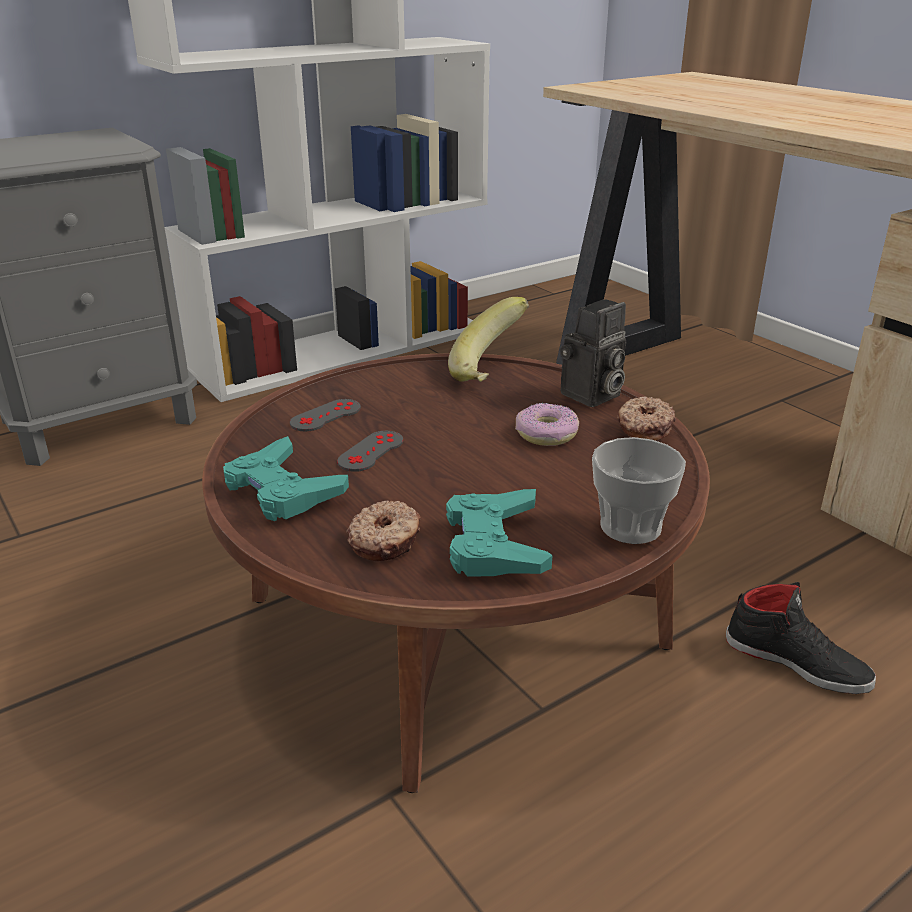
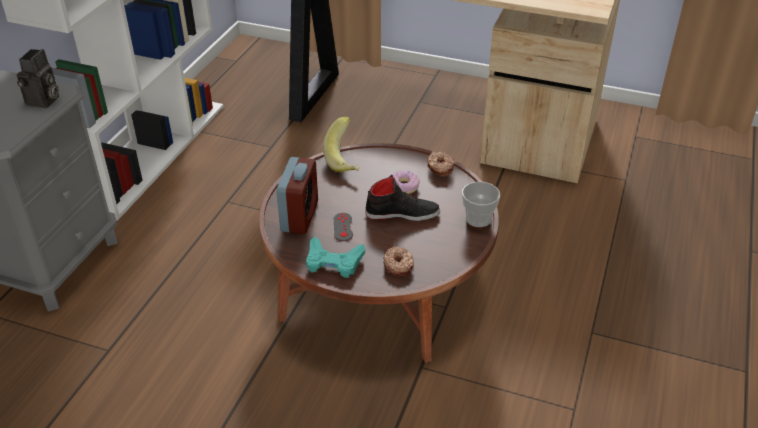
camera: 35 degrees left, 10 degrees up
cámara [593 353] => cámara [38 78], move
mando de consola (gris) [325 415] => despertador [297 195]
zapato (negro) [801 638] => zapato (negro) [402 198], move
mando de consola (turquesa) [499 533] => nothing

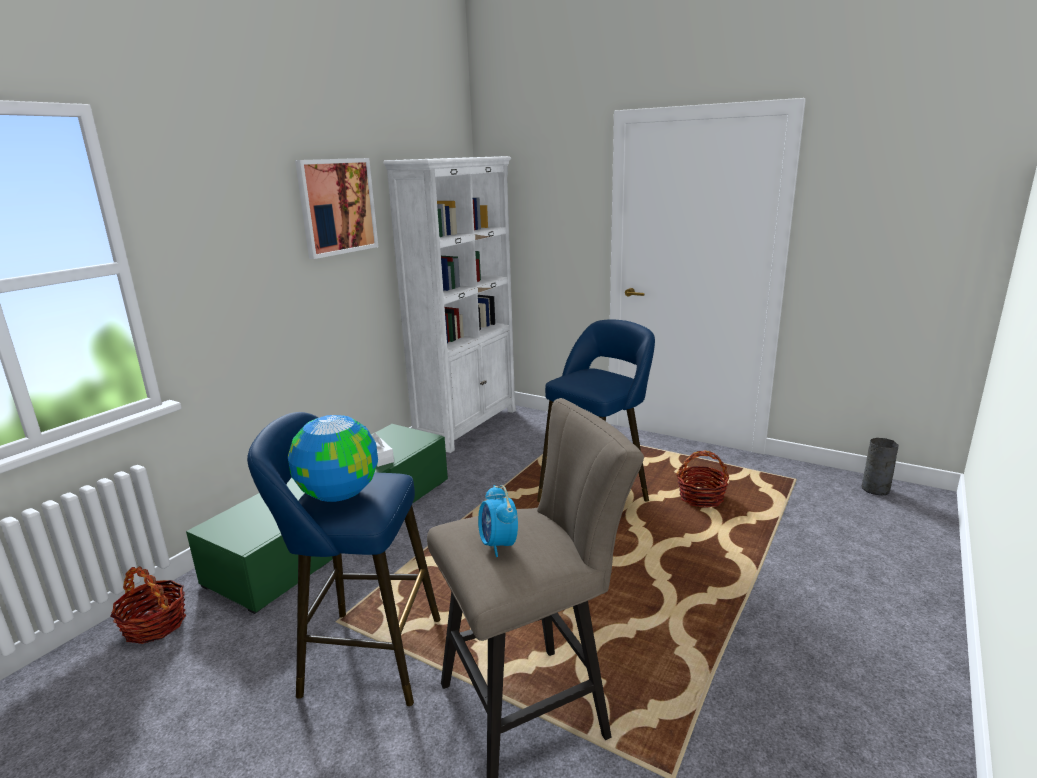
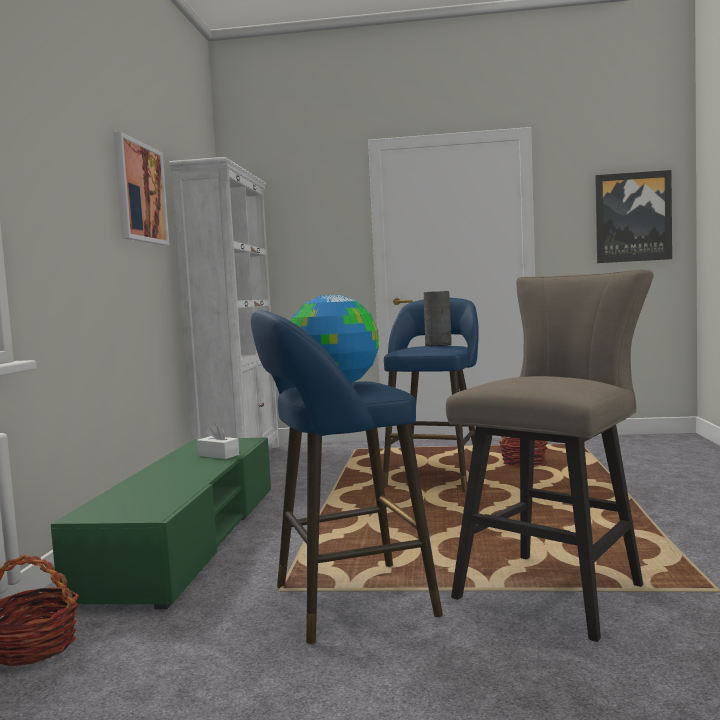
camera: 25 degrees left, 15 degrees down
florero (gris) [879 467] => florero (gris) [438 318], move
nothing => cuadro [633 216]
despertador [498 521] => nothing

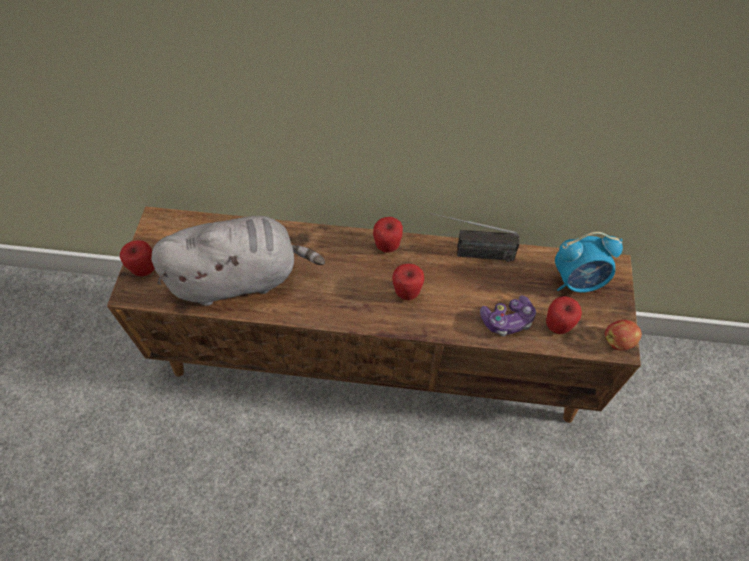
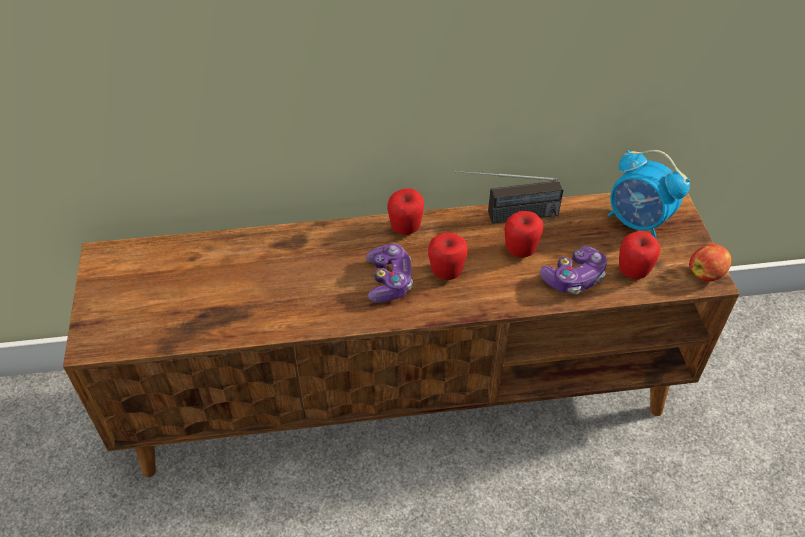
camera: 15 degrees left, 10 degrees down
nothing => mando de consola [389 273]
manzana [137 258] => manzana [523 234], move
despertador [589 262] => despertador [649 194], 60 degrees clockwise
peluche (gris) [238 261] => nothing

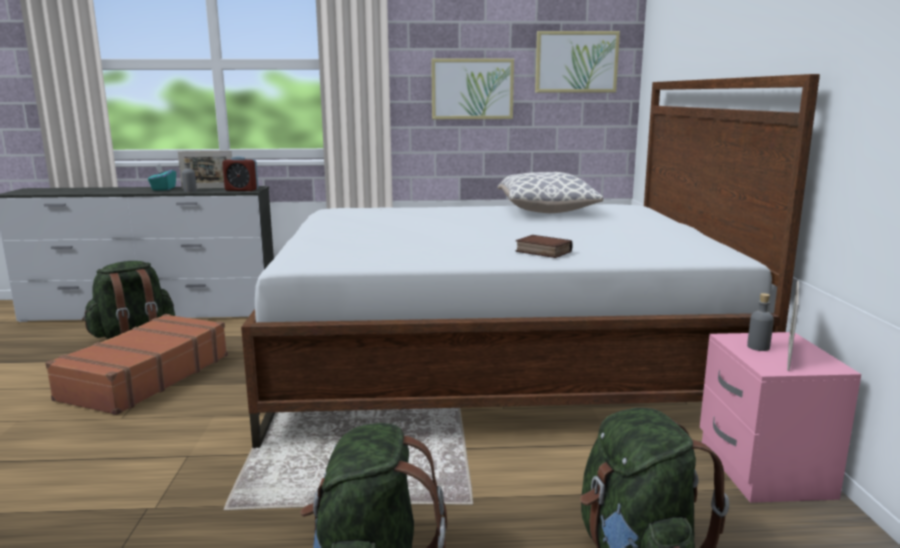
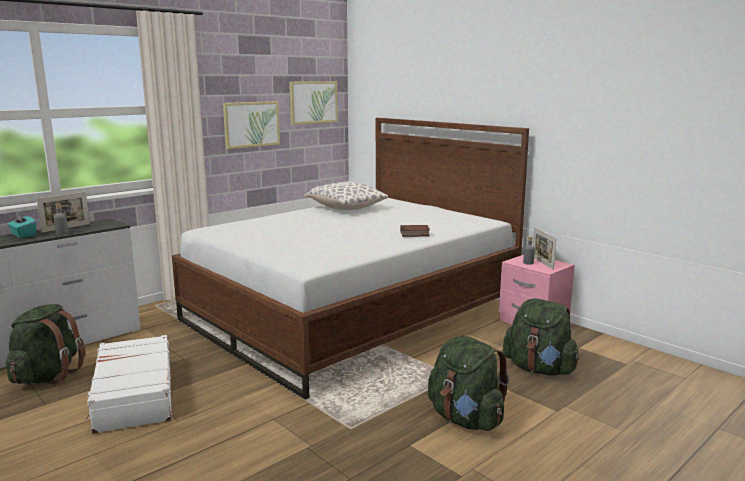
camera: 40 degrees left, 0 degrees up
maleta (marrón) [136 364] => maleta (blanco) [129 384]
despertador [240 173] => nothing

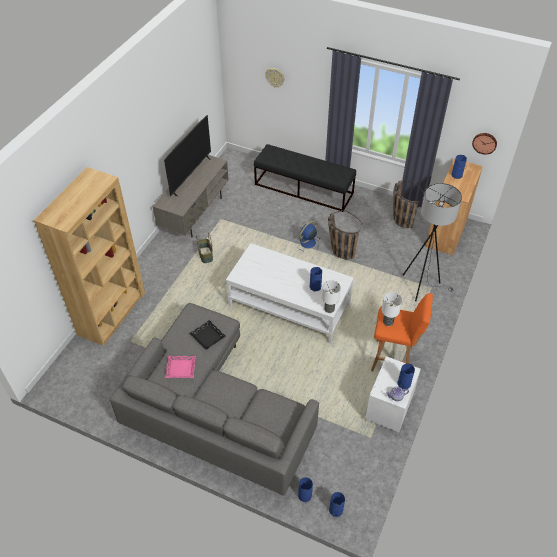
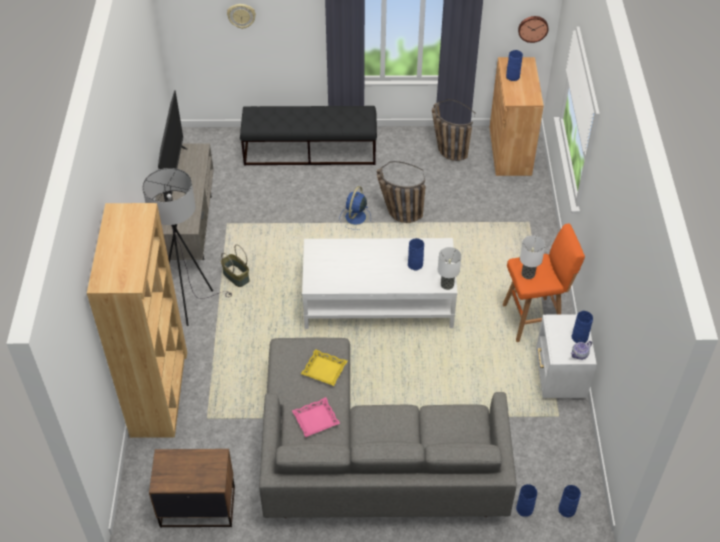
camera: 25 degrees left, 0 degrees up
lámpara de pie (gris) [432 242] => lámpara de pie (gris) [187 247], move
nothing => mesita de noche (marrón) [192 488]
bandeja (negro) [208 335] => bandeja (amarillo) [324 367]

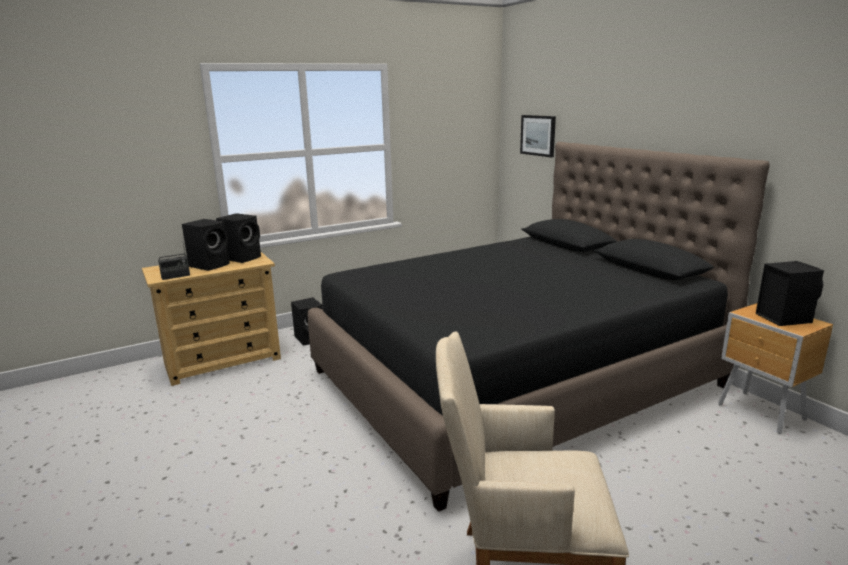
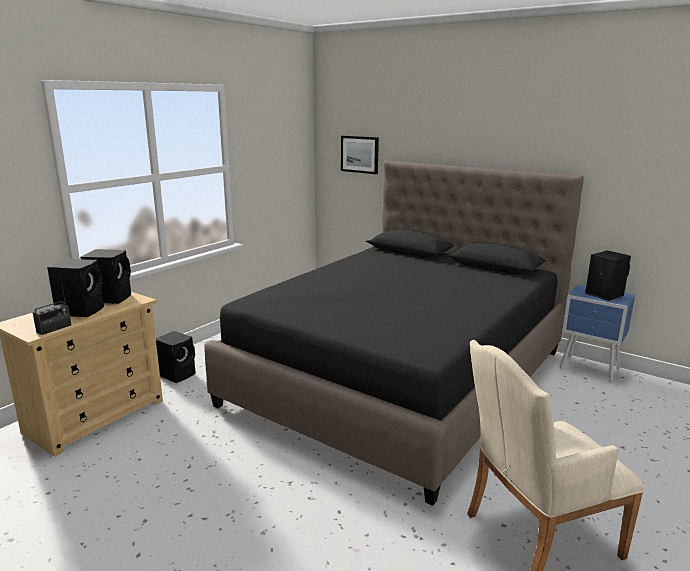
camera: 25 degrees left, 0 degrees up
mesita de noche (marrón) [775 368] => mesita de noche (azul) [597 333]

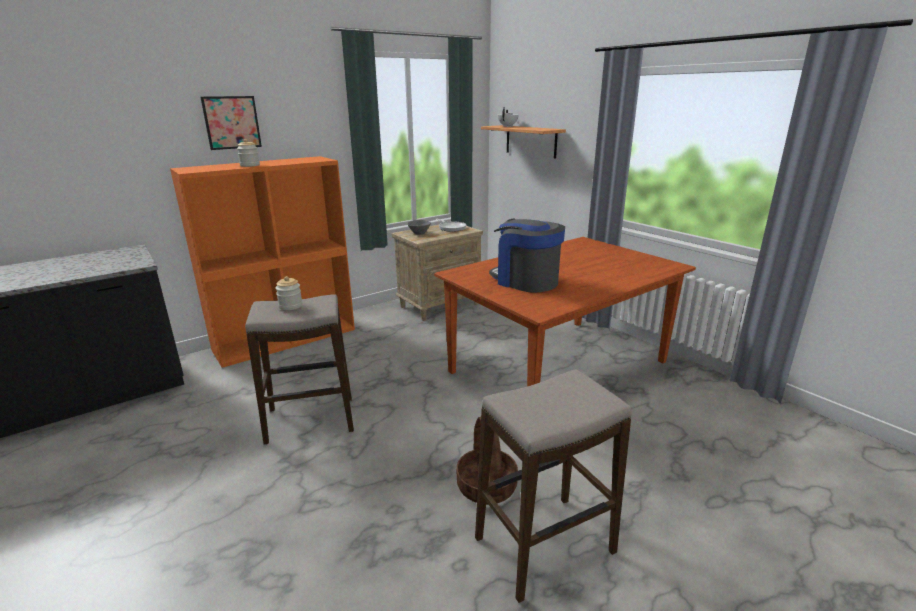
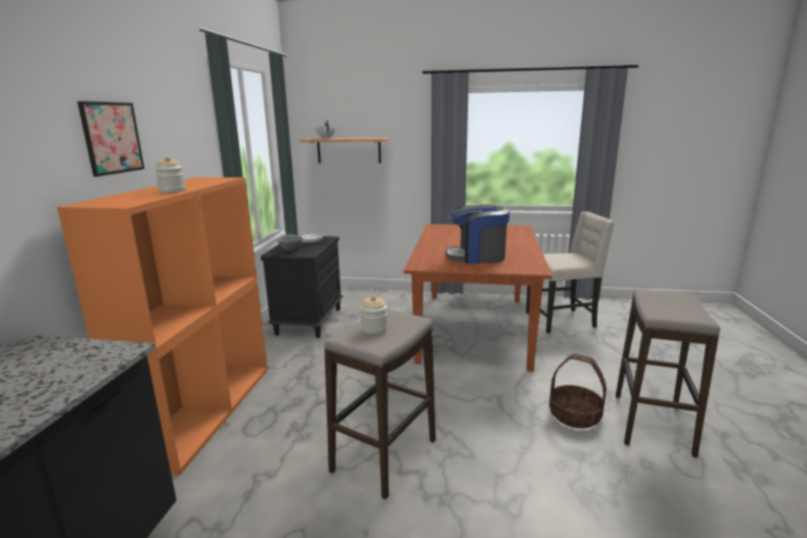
camera: 45 degrees left, 5 degrees down
mesita de noche (beis) [437 272] => mesita de noche (negro) [302 286]
nothing => silla (beis) [570 272]

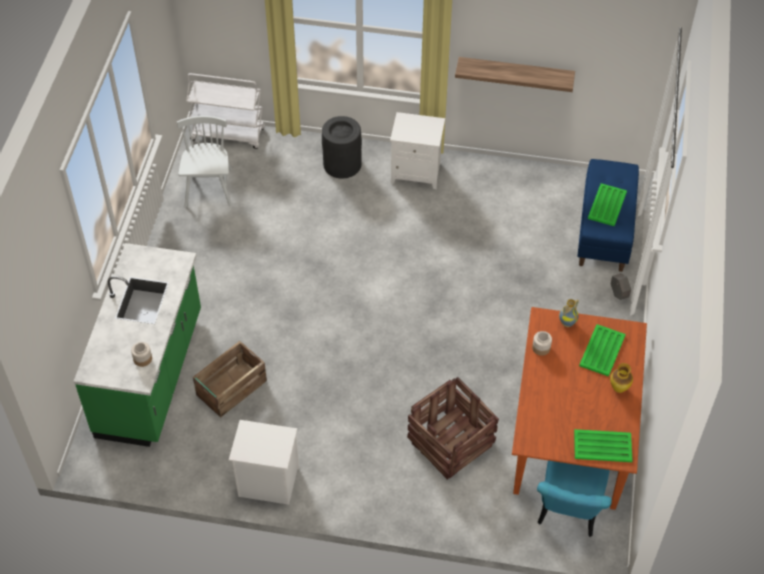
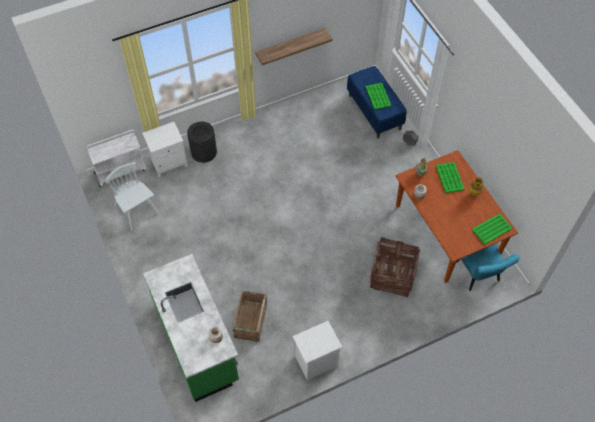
camera: 35 degrees left, 5 degrees up
mesita de noche (blanco) [417 150] => mesita de noche (blanco) [165 149], move

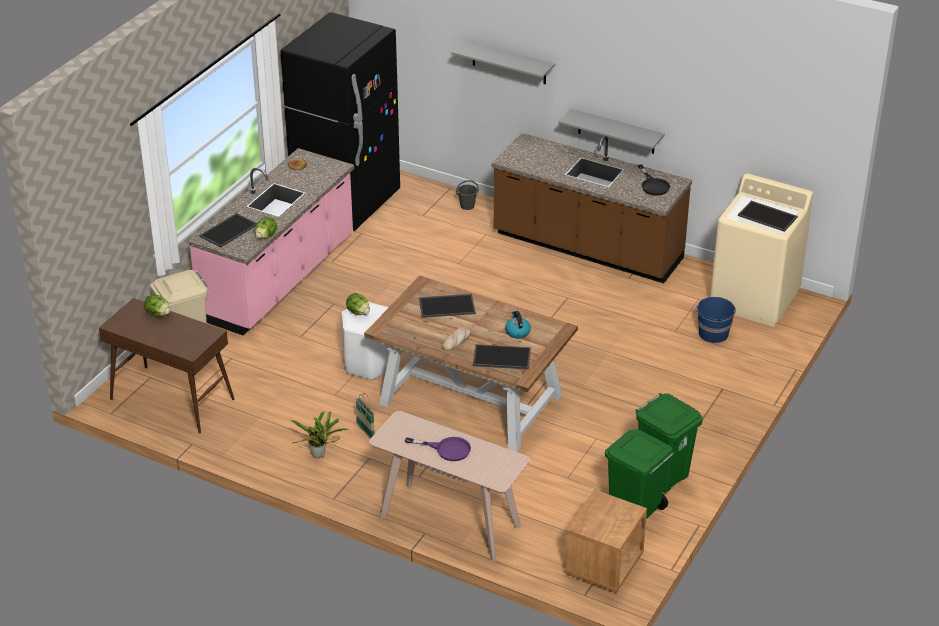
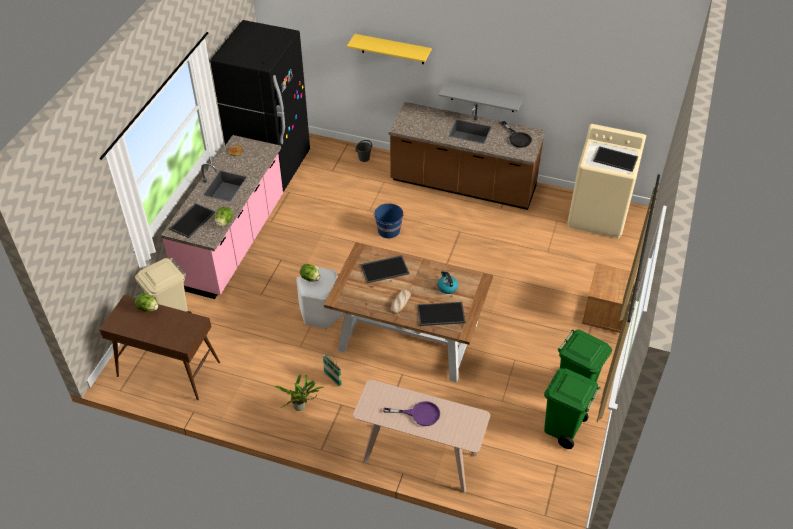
camera: 10 degrees left, 10 degrees up
estante (gris) [503 62] => estante (amarillo) [389 49]
cubo (azul) [716 320] => cubo (azul) [388 220], move
mesita de noche (marrón) [605 541] => mesita de noche (marrón) [609 298], move

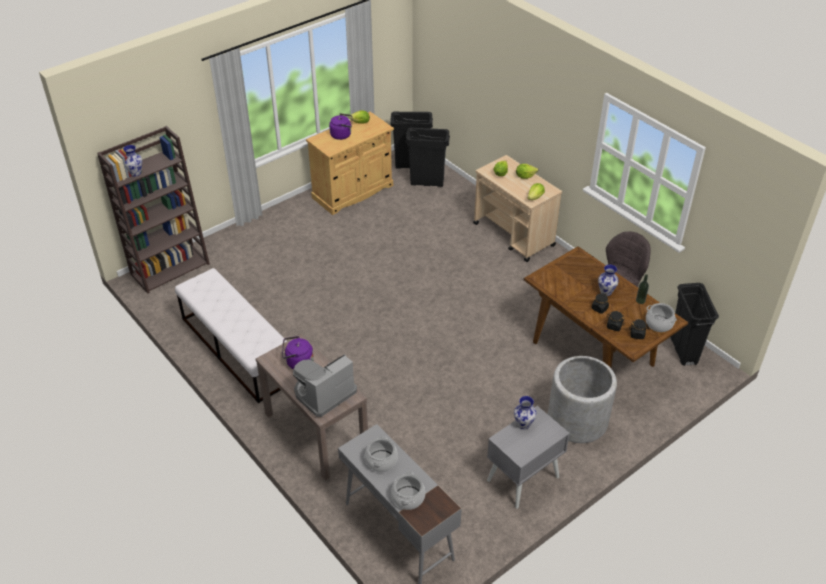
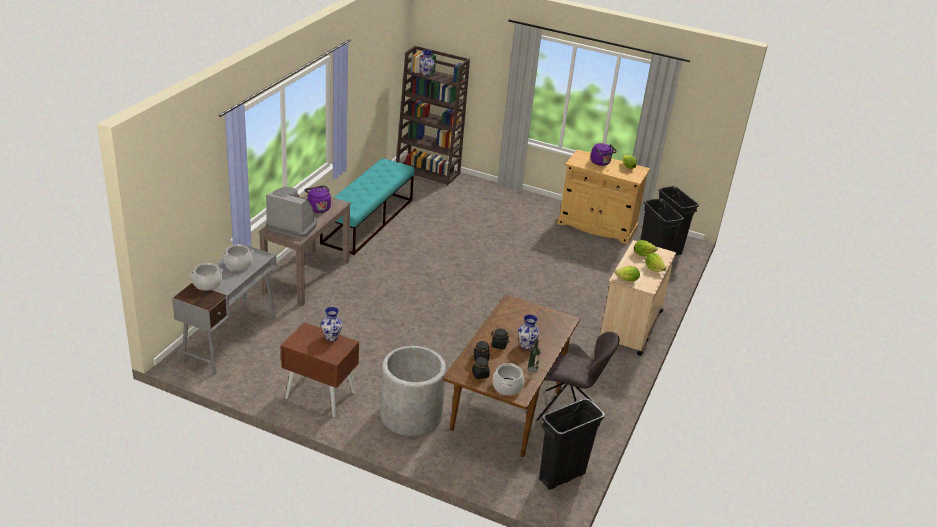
camera: 60 degrees right, 10 degrees down
mesita de noche (gris) [528 457] => mesita de noche (marrón) [320 369]
banco (blanco) [231 335] => banco (turquesa) [367 206]

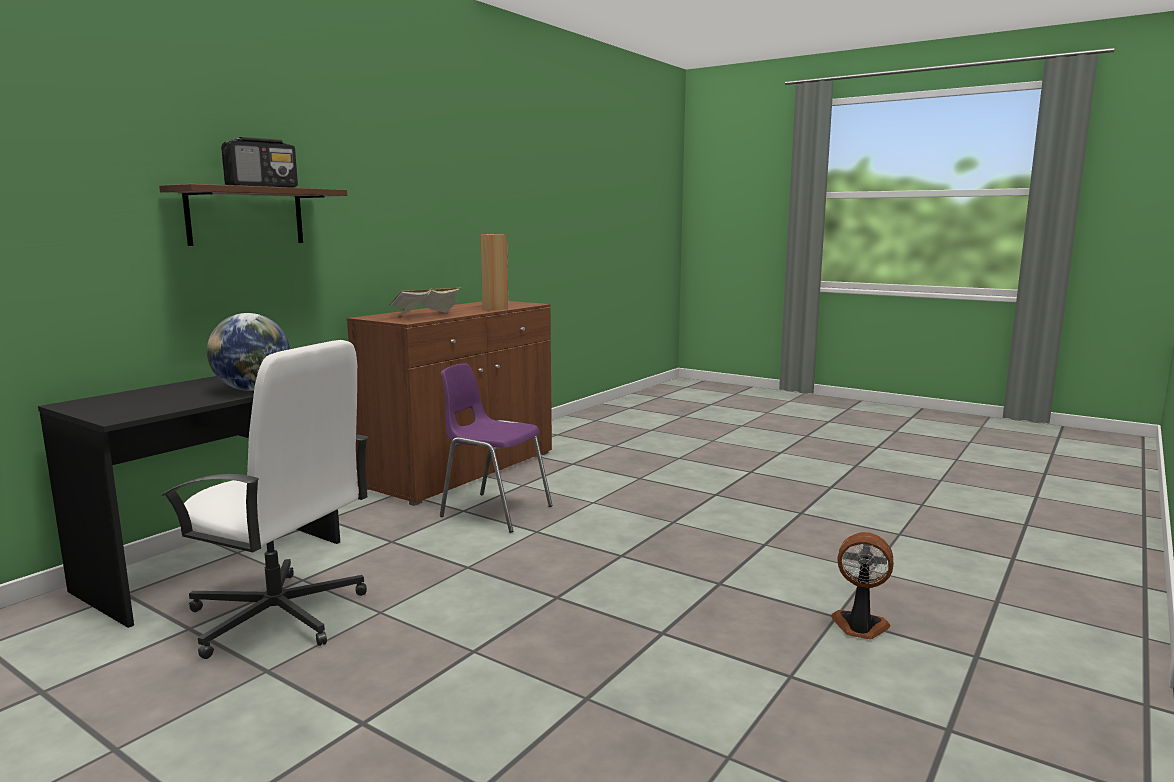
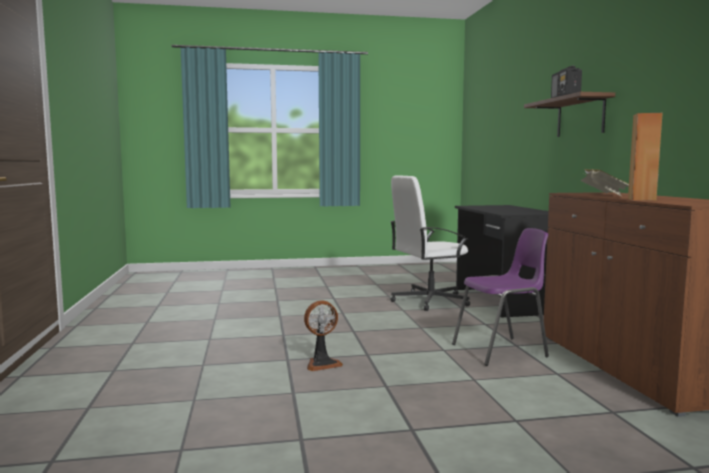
camera: 135 degrees right, 5 degrees down
ventilador [862 585] => ventilador [323 335], move
globo terráqueo [248 352] => nothing

